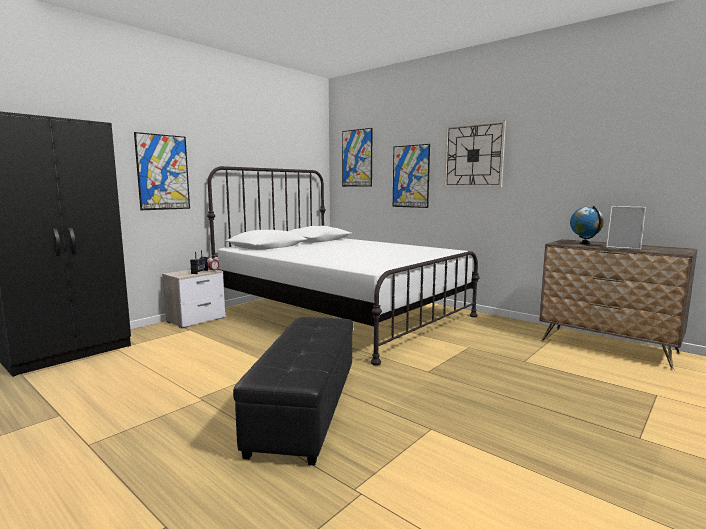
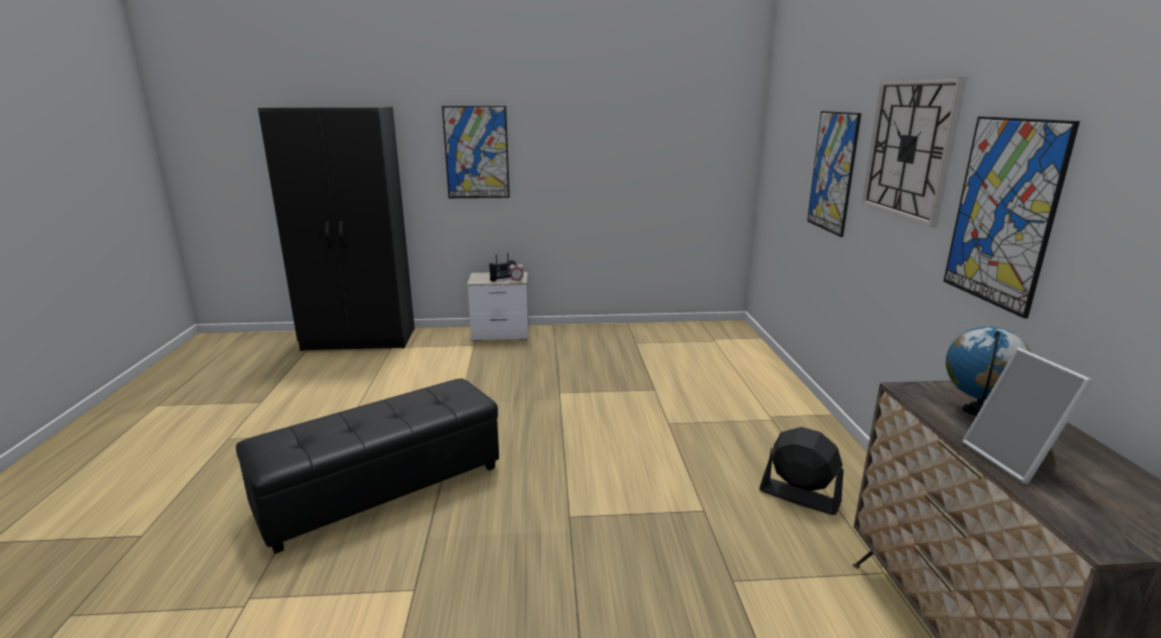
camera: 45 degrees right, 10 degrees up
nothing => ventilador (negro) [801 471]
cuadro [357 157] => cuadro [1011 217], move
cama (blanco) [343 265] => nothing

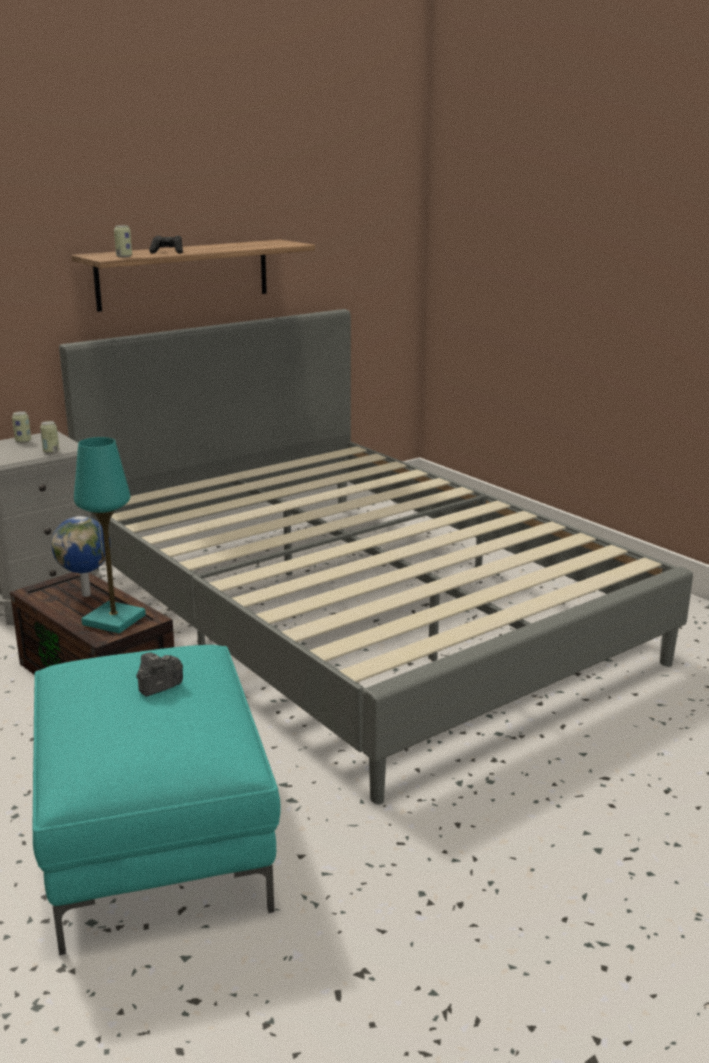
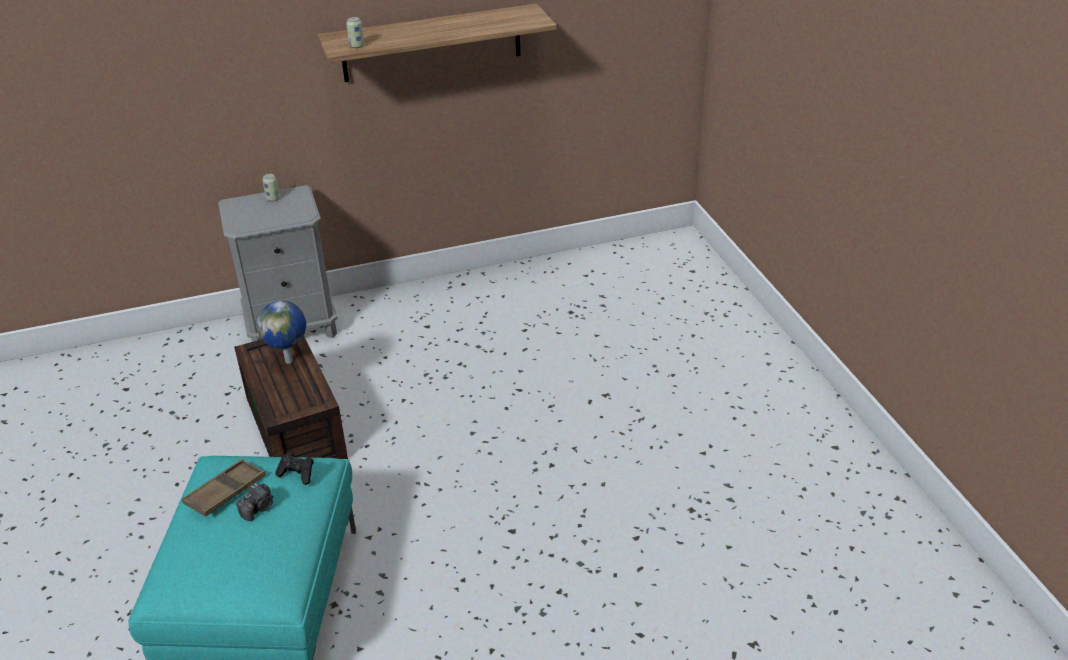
camera: 20 degrees right, 15 degrees up
nothing => bandeja (marrón) [224 487]
cámara [159 674] => cámara [254 502], 150 degrees clockwise
mando de consola (negro) [166 245] => mando de consola (negro) [294 468], move
lata [49 437] => nothing
cama (gris) [376 556] => nothing
lámpara de mesa (turquesa) [110 535] => nothing

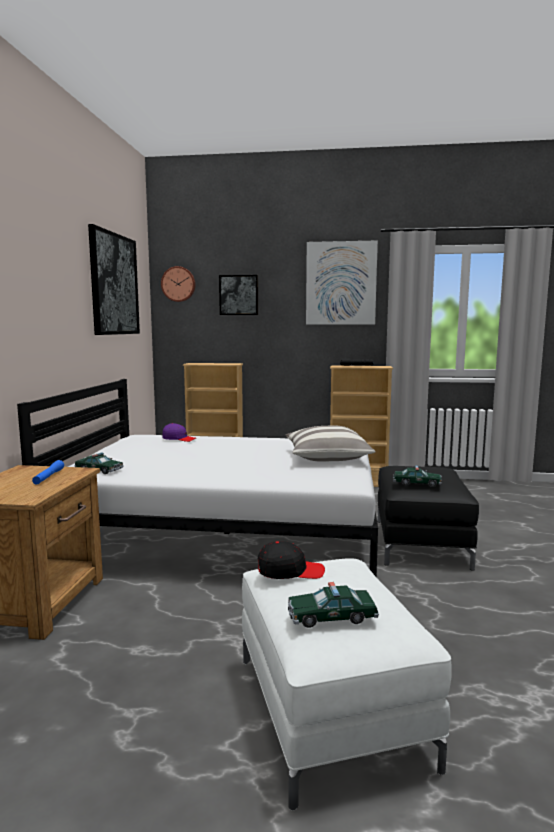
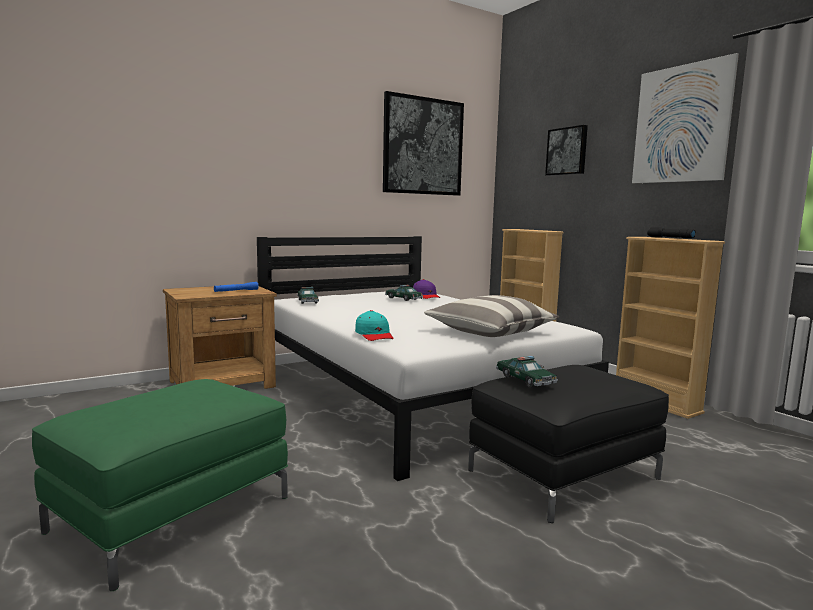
camera: 50 degrees right, 0 degrees up
puf (blanco) [347 684] => puf (verde) [160 485]
nothing => gorra (turquesa) [374 325]
coche de juguete [333 605] => coche de juguete [404 293], move
reloj de pared [178 284] => nothing
gorra (negro) [291 560] => nothing

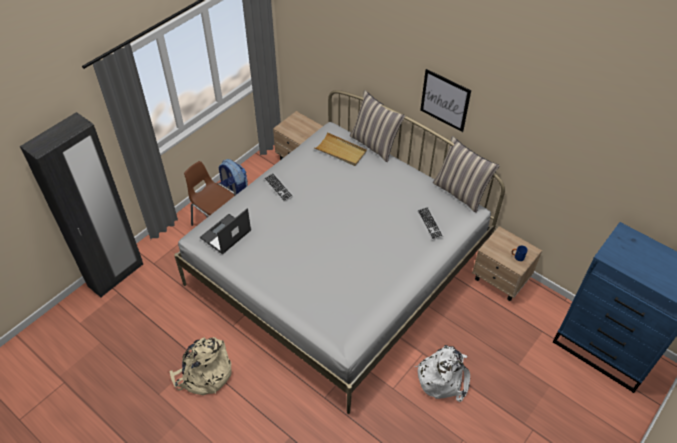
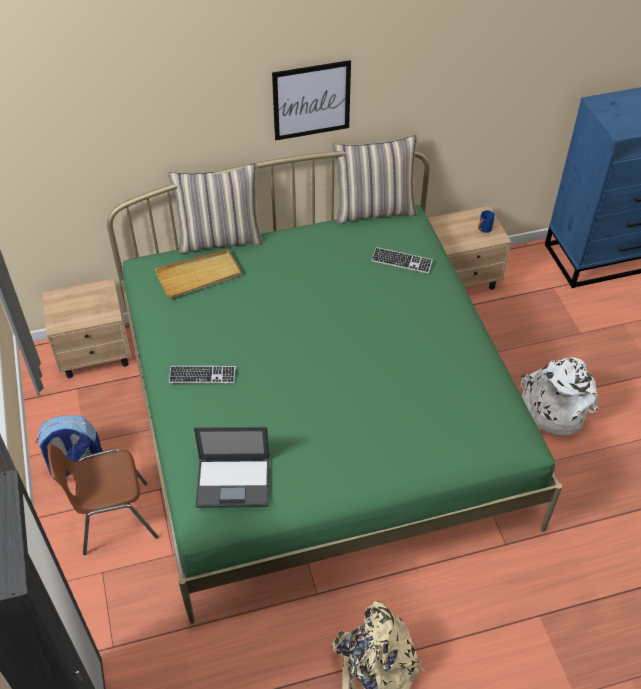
camera: 55 degrees left, 0 degrees up
cama (blanco) [339 252] => cama (verde) [334 387]
portátil [225 231] => portátil [232 467], 75 degrees counterclockwise

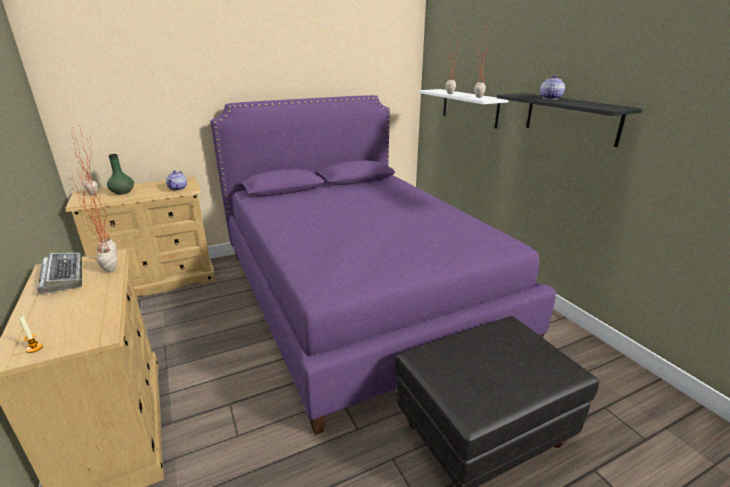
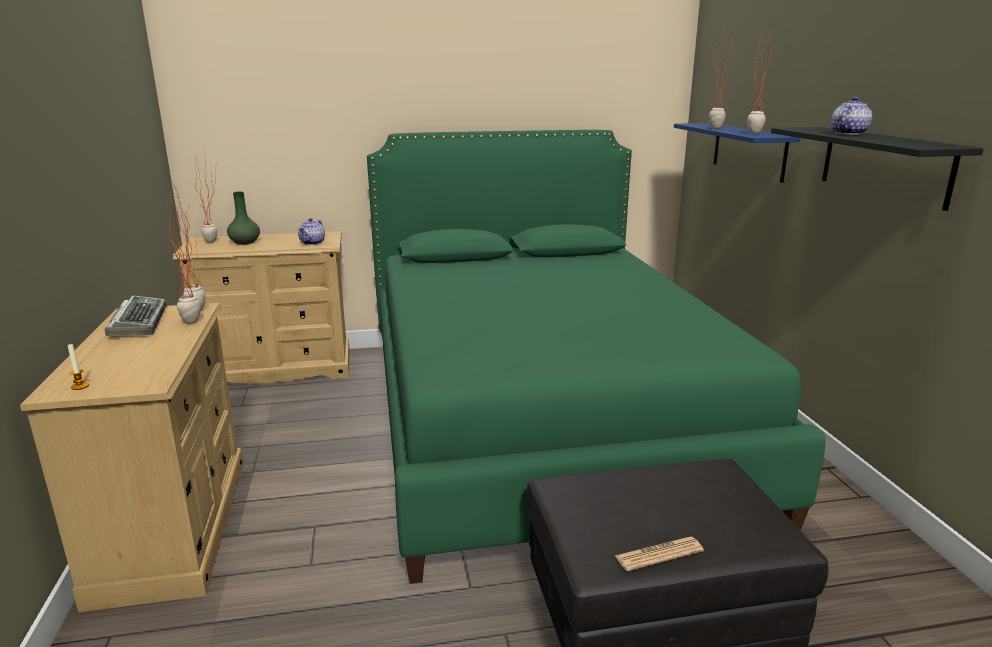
camera: 15 degrees right, 5 degrees down
cama (morado) [383 265] => cama (verde) [596 357]
nothing => periódico [659 554]
estante (blanco) [463 109] => estante (azul) [737 153]

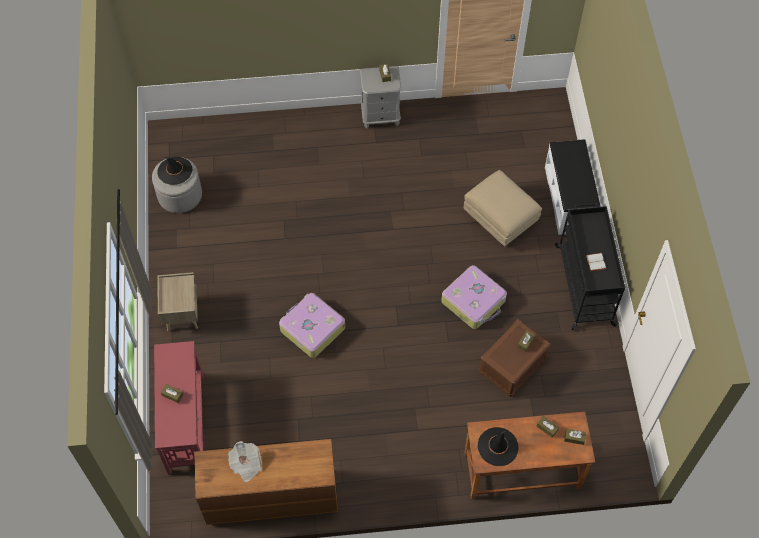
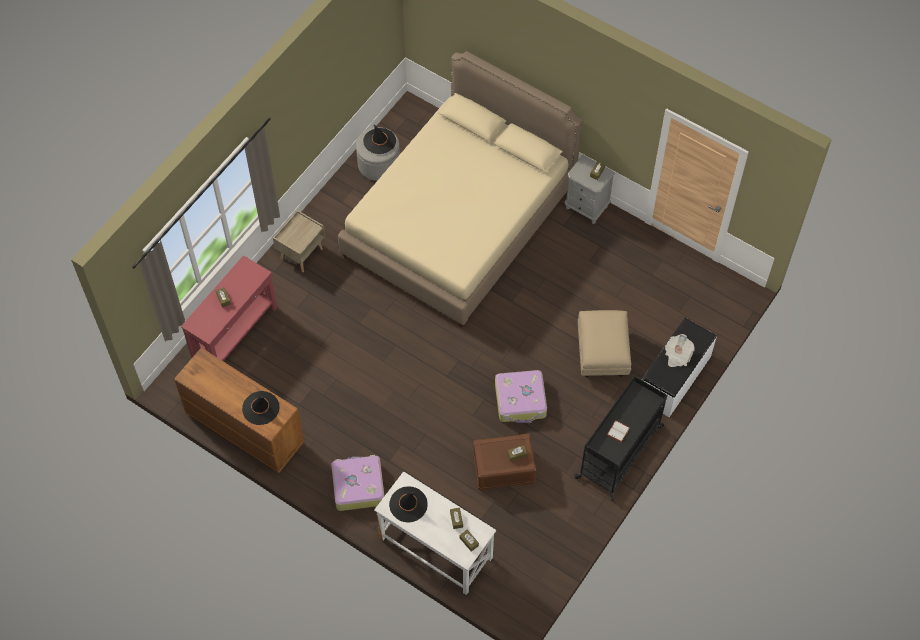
camera: 40 degrees right, 0 degrees up
nothing => sombrero (negro) [261 408]
maleta [312 325] => maleta [357 483], move
nothing => cama (beis) [460 189]
escritorio (marrón) [529 455] => escritorio (blanco) [435 533]
periódico [245 461] => periódico [679 350], move

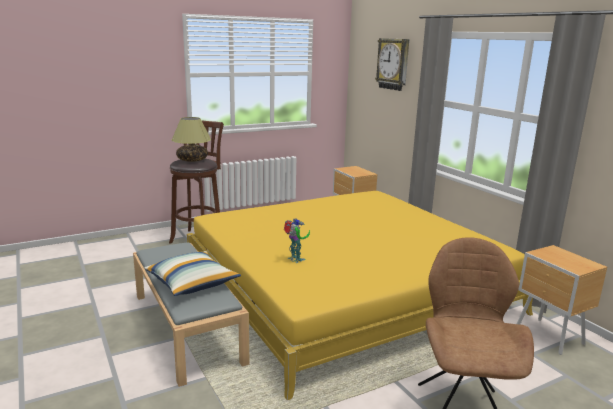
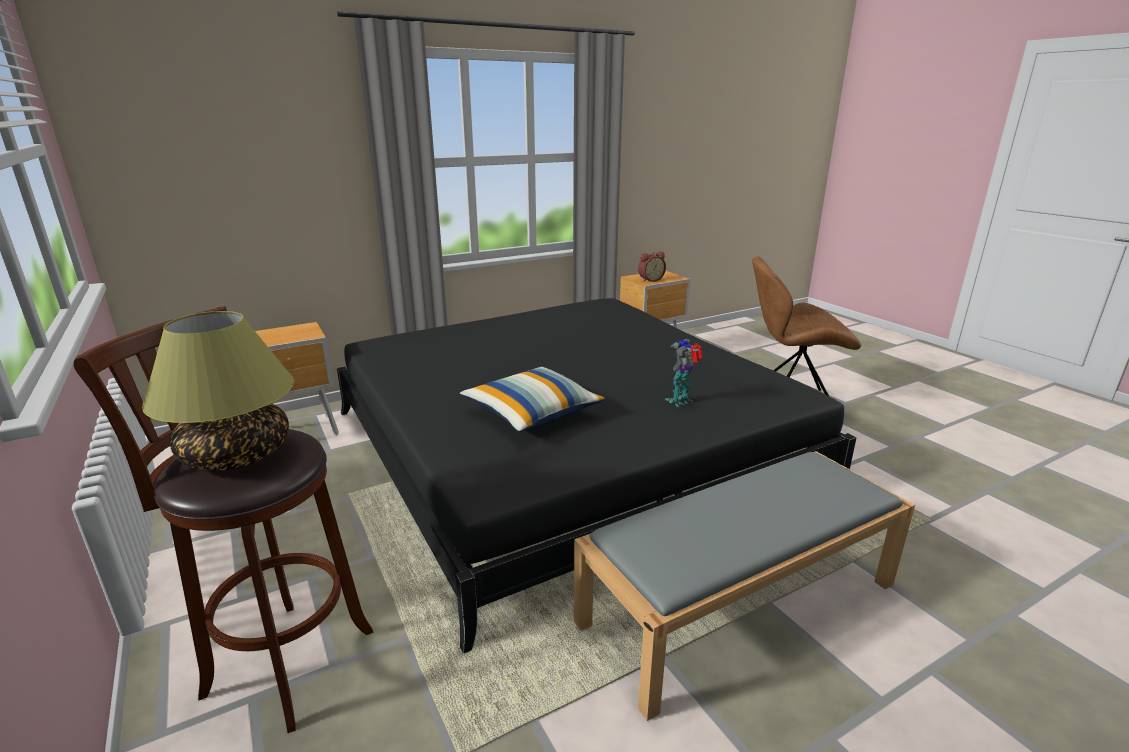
camera: 90 degrees left, 5 degrees up
cama (amarillo) [360 295] => cama (negro) [596 476]
cojín [192 273] => cojín [533 399], move
nothing => despertador [652 267]
reloj de pared [392 64] => nothing

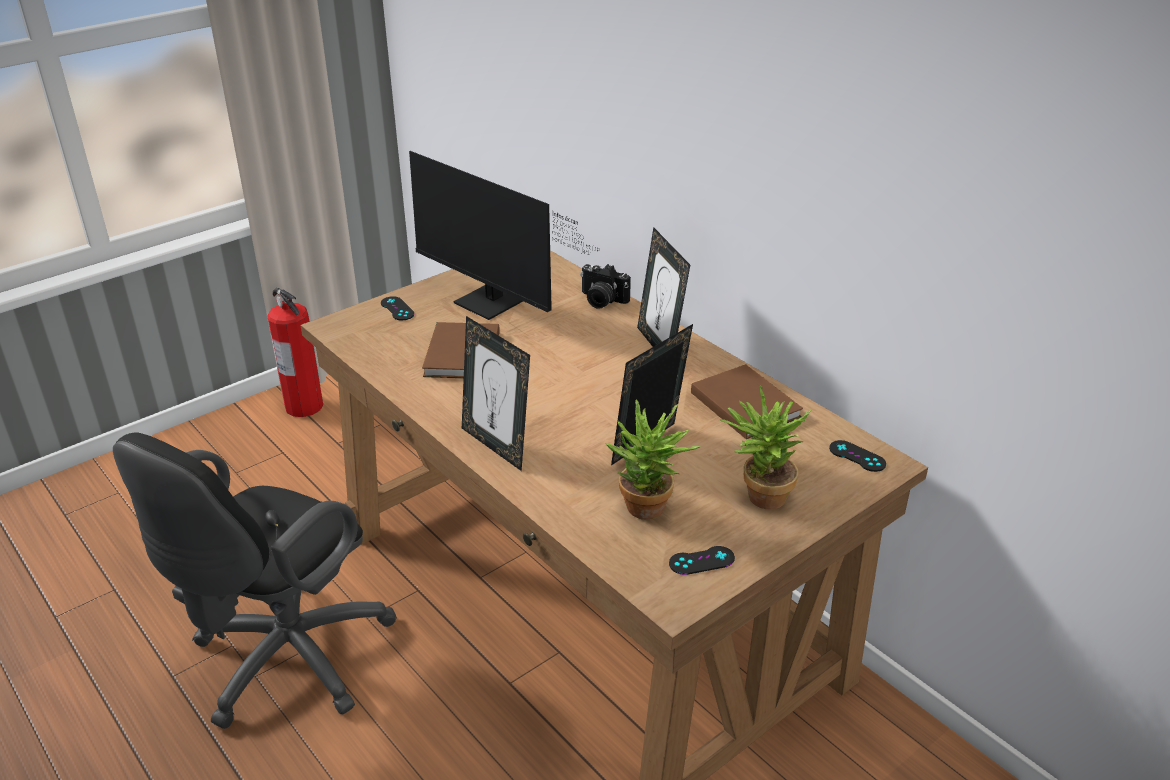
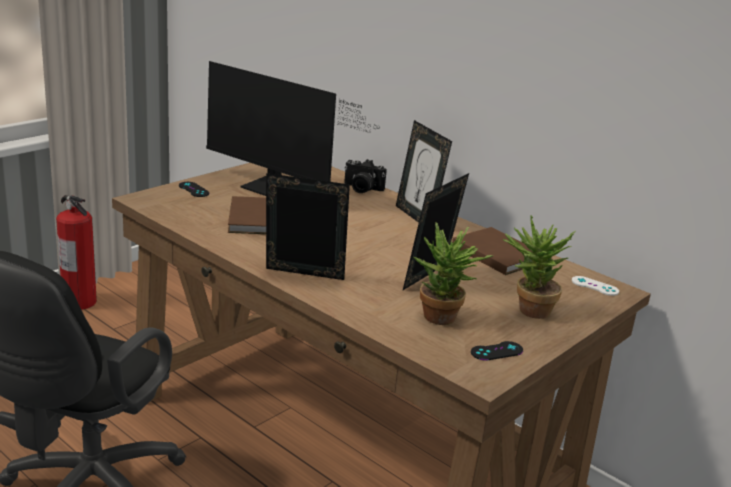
camera: 10 degrees left, 10 degrees down
portarretratos [496 393] => portarretratos [308 226], 150 degrees clockwise
mando de consola (negro) [857 456] => mando de consola (blanco) [595 286]

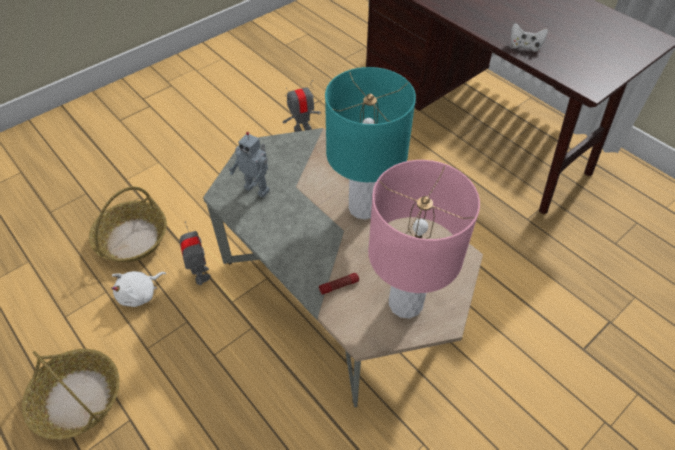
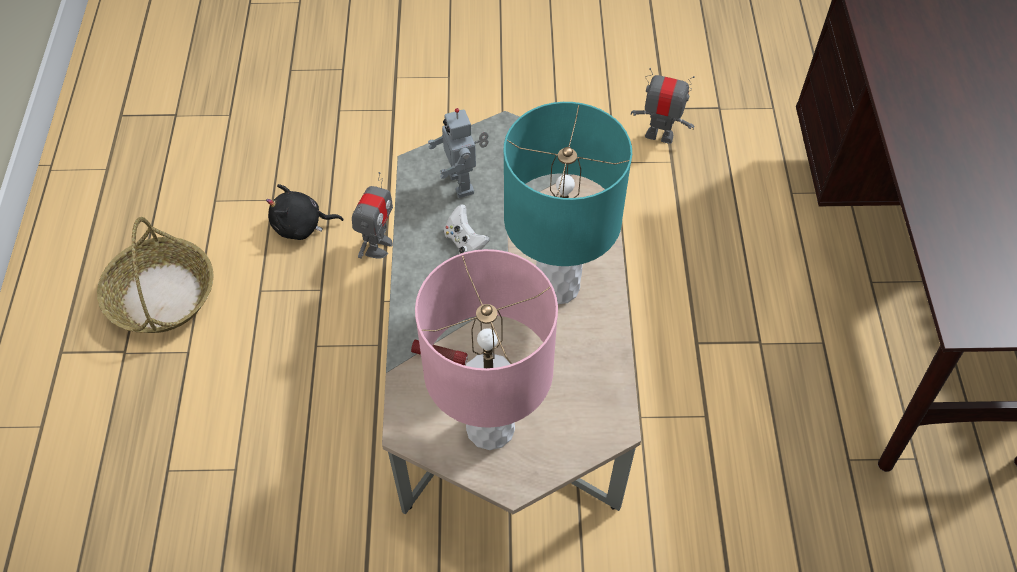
camera: 40 degrees right, 5 degrees up
peluche (blanco) [138 289] => peluche (negro) [305 212]
mando de consola (blanco) [529 37] => mando de consola (blanco) [467 229], move
cesta [128 224] => nothing

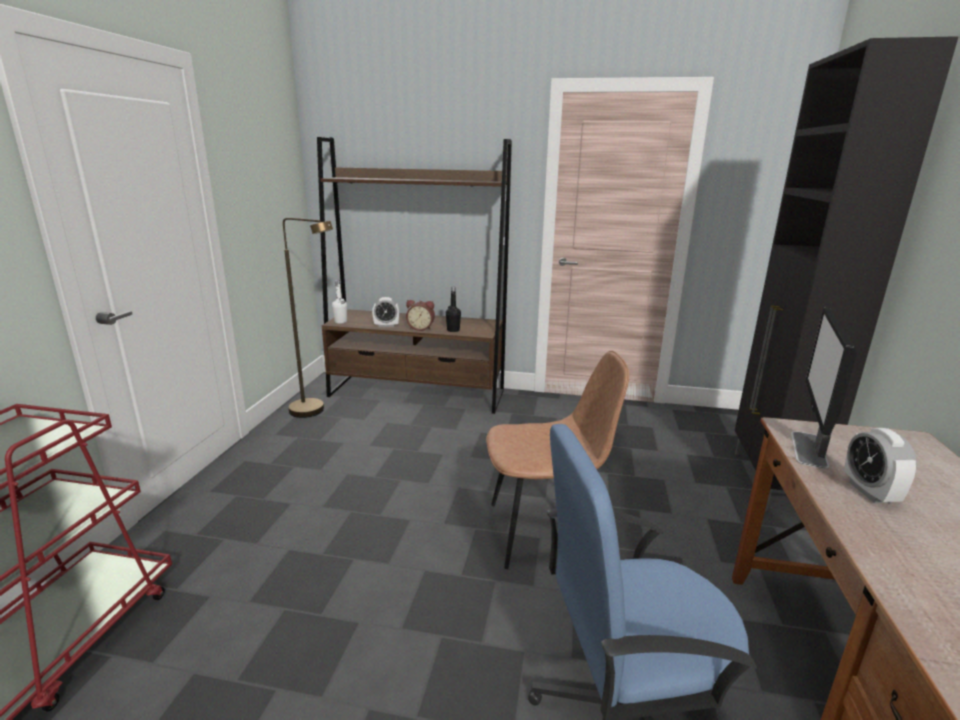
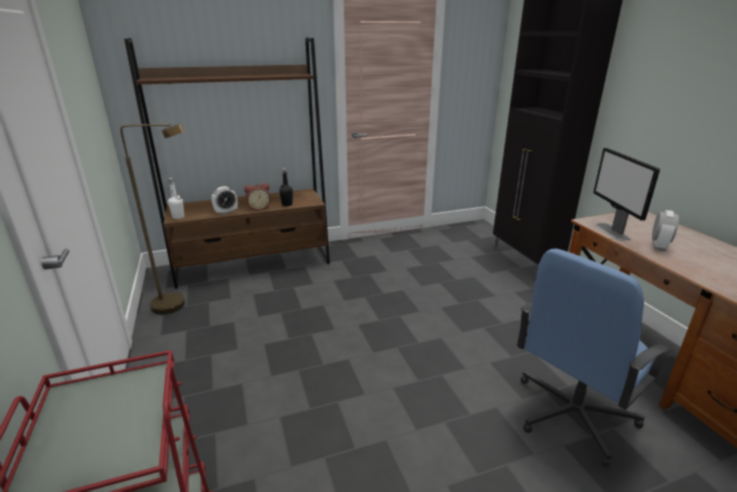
camera: 30 degrees left, 5 degrees up
despertador [880 465] => despertador [665 230], 120 degrees counterclockwise
silla (marrón) [557 460] => nothing

